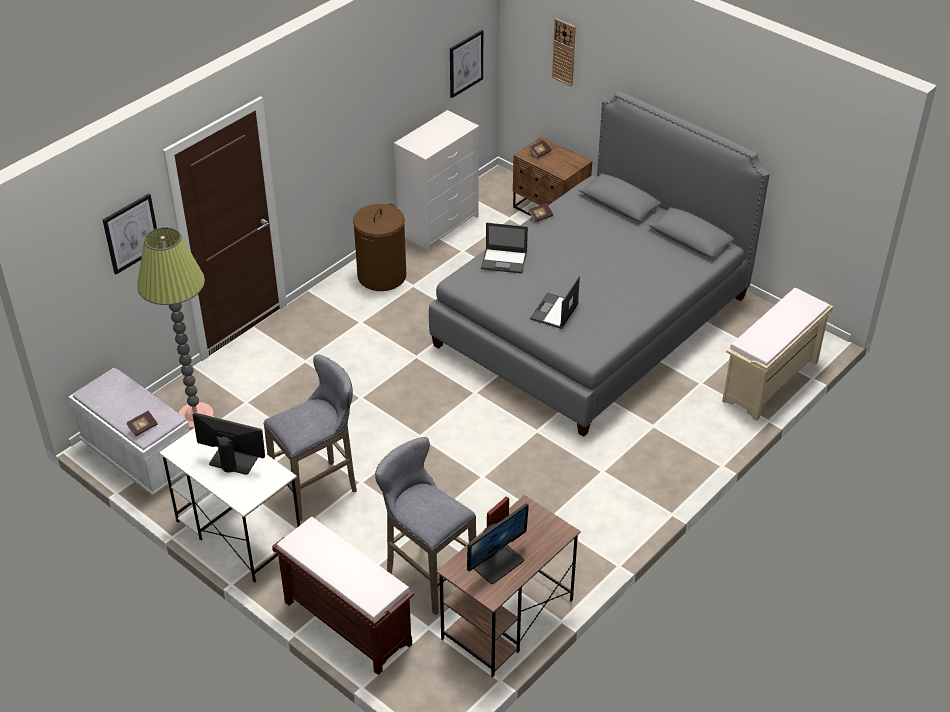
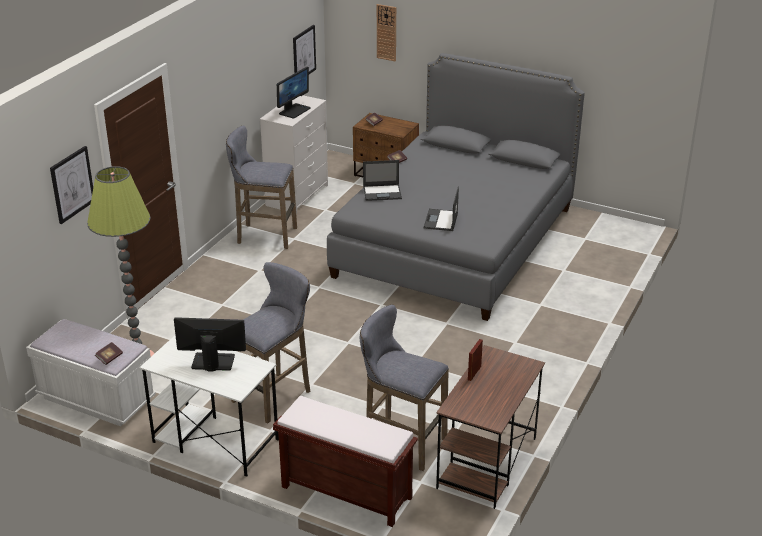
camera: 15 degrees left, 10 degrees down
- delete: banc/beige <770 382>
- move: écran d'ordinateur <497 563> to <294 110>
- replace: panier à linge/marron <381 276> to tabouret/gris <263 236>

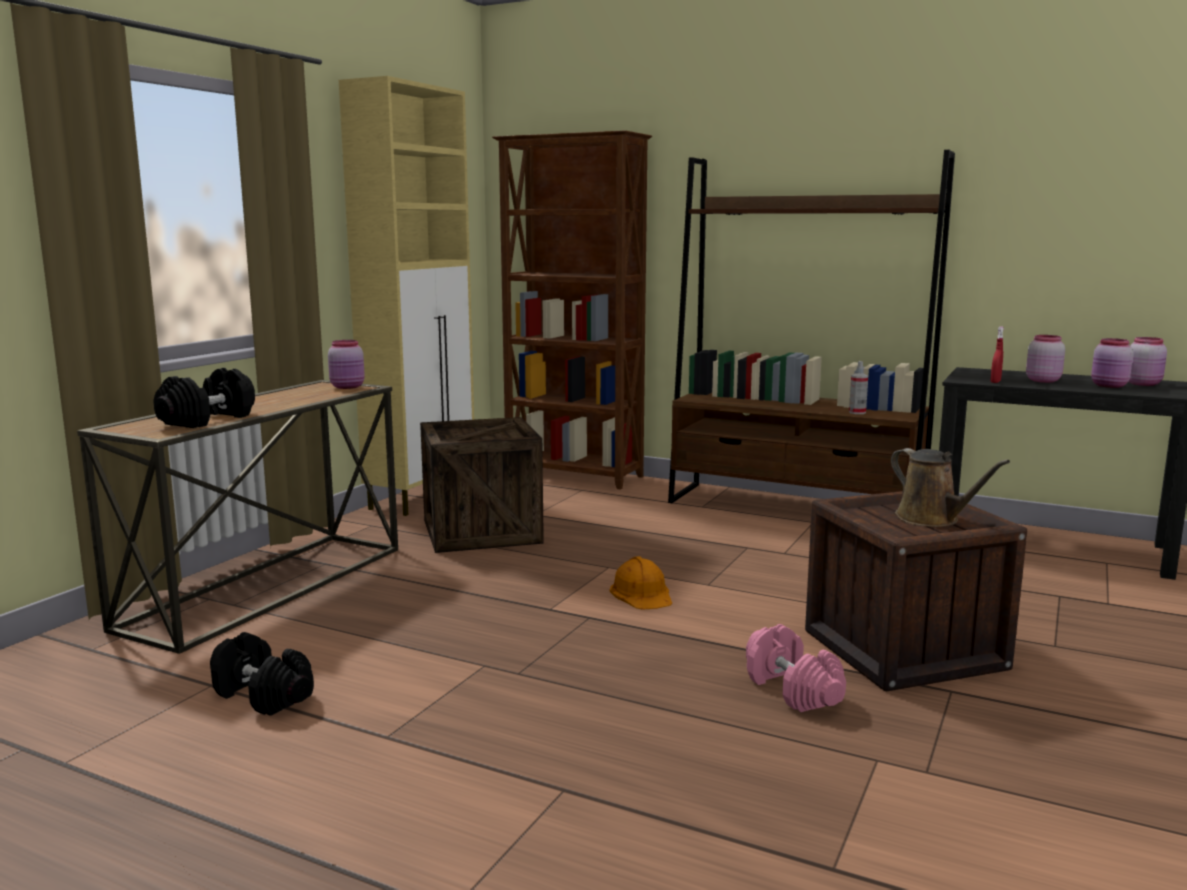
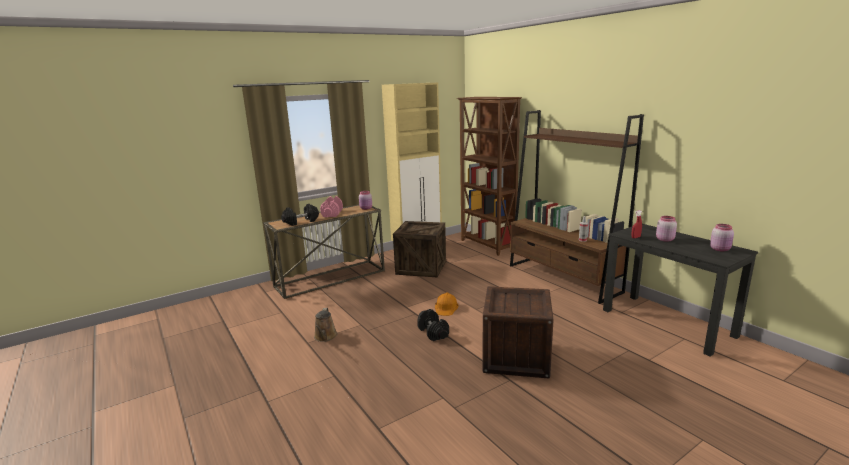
camera: 30 degrees right, 5 degrees up
- delete: bocal/rose <1109 386>
- move: haltère/noir <262 695> to <433 332>
- move: haltère/rose <791 690> to <332 213>
- move: arrosoir/marron <932 519> to <325 337>

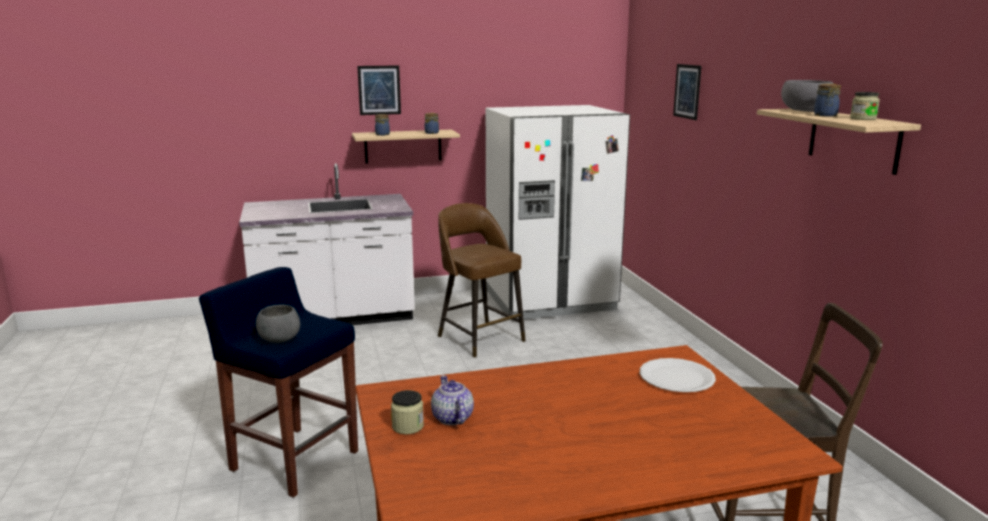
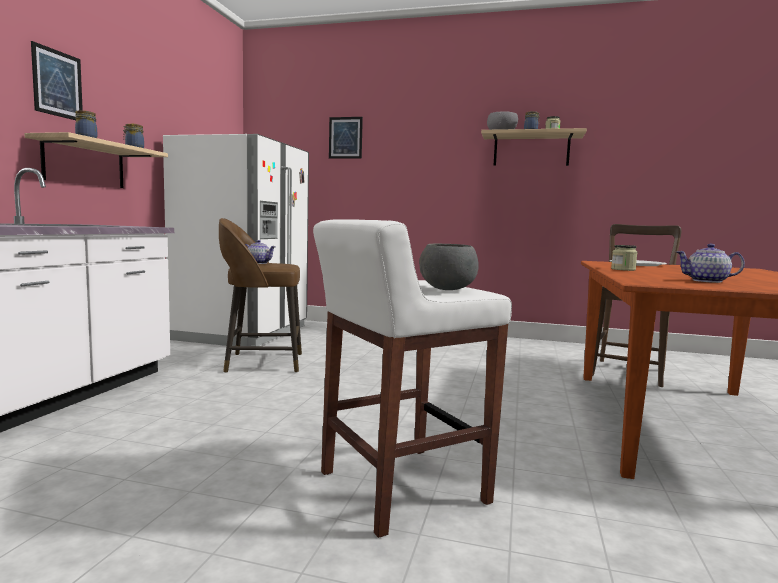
camera: 60 degrees left, 10 degrees down
- insert: théière <258 263>
- move: bocal <408 426> to <623 269>
- recolor: tabouret/bleu <293 460> to tabouret/blanc <399 488>

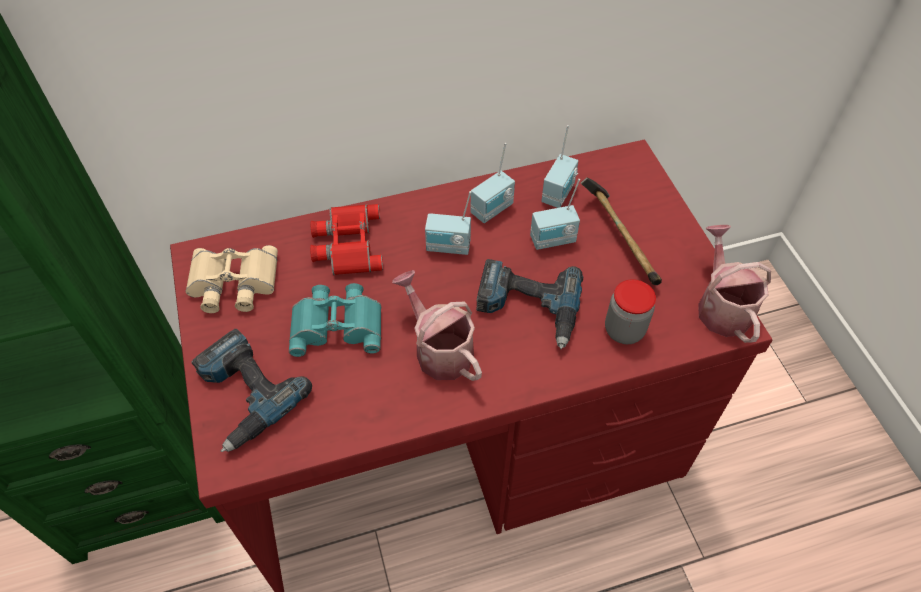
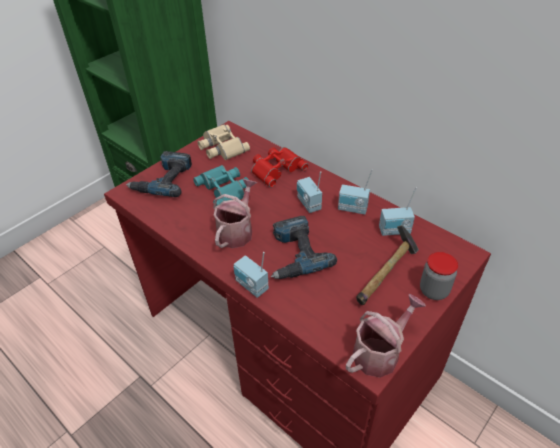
camera: 60 degrees right, 10 degrees down
- move: radio <553 241> to <251 286>
- move: bocal <624 330> to <433 291>

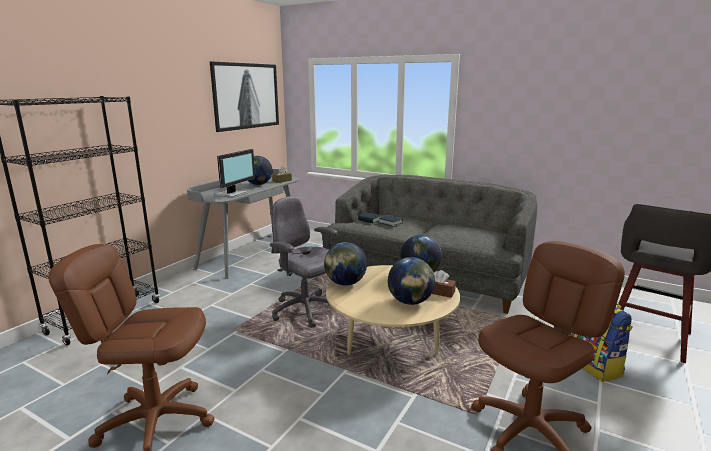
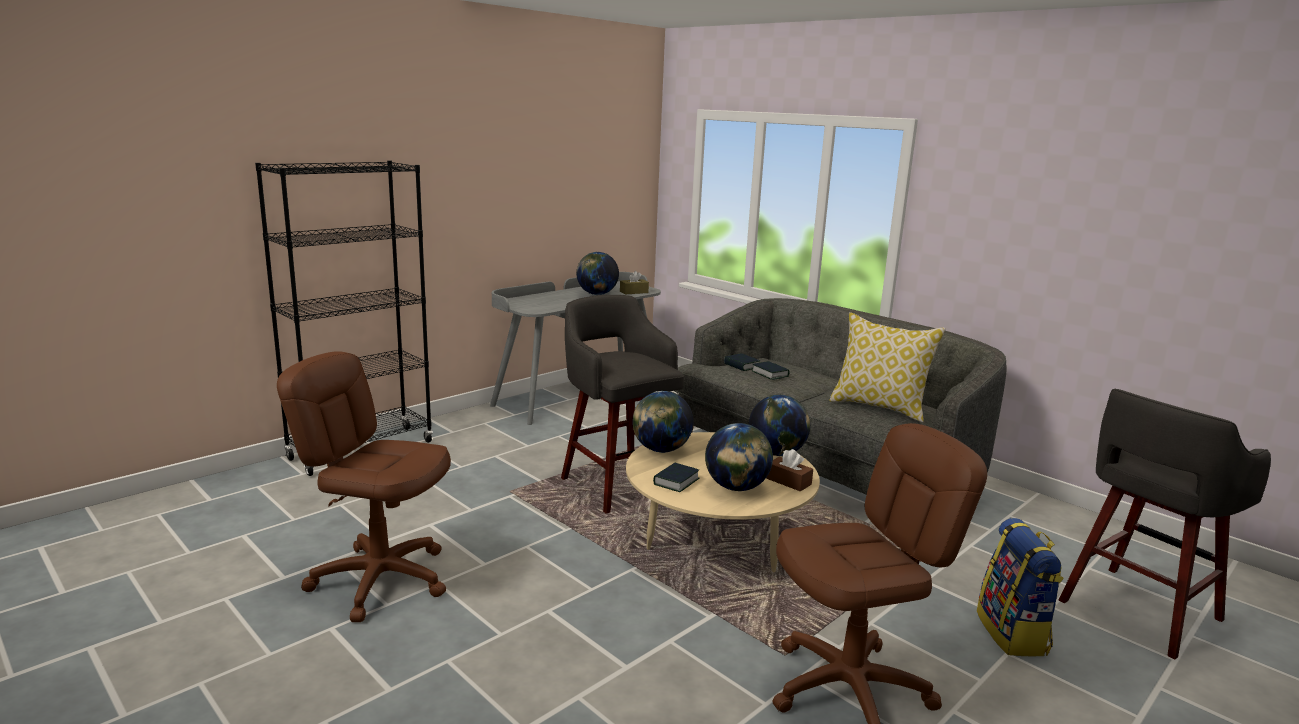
camera: 15 degrees right, 0 degrees up
- delete: tableau <246 96>
- delete: écran d'ordinateur <233 194>
- insert: livre <676 481>
- insert: coussin <879 407>
- replace: chaise de bureau/gris <306 311> to tabouret/gris <617 484>

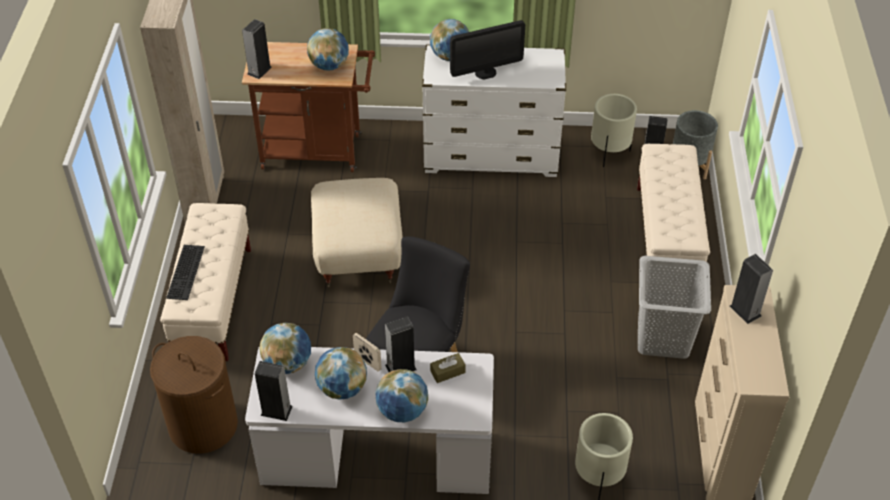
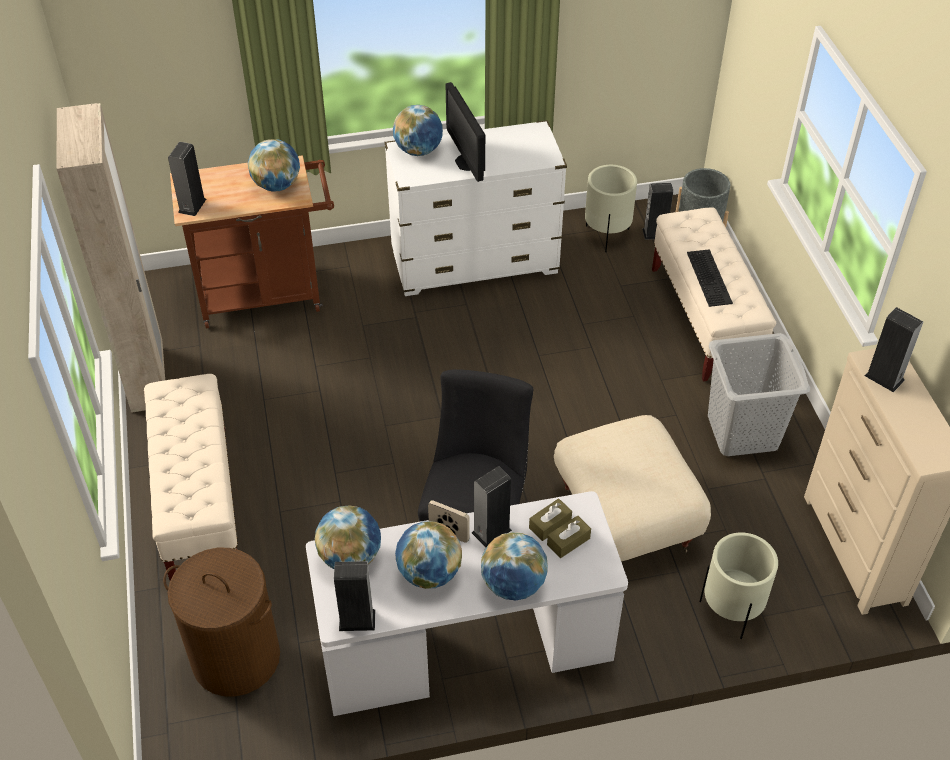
camera: 15 degrees left, 0 degrees up
- insert: boîte à mouchoirs/marron <568 541>
- move: clavier <187 272> to <711 278>
- move: pouf/beige <359 253> to <627 519>
- rotate: écran d'ordinateur <485 72> = <467 162> 105 degrees clockwise

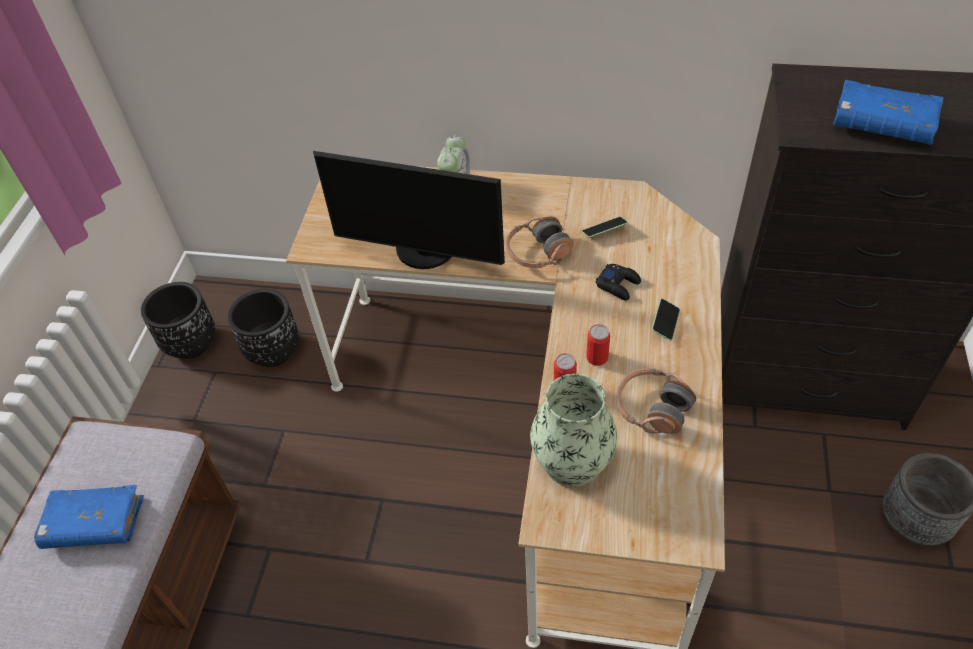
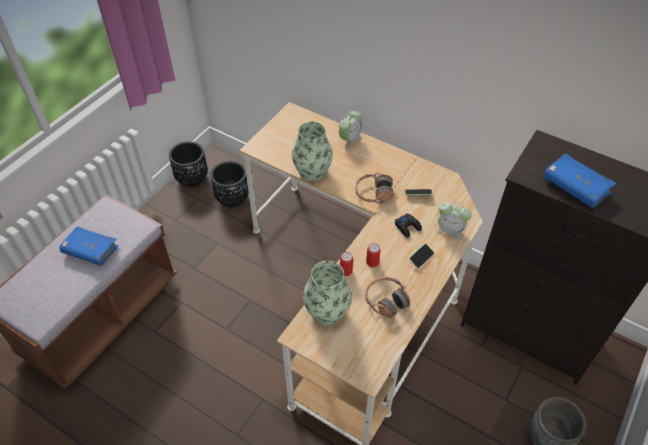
camera: 20 degrees right, 0 degrees up
- insert: réveil <450 230>
- replace: écran d'ordinateur <424 252> to vase <312 171>

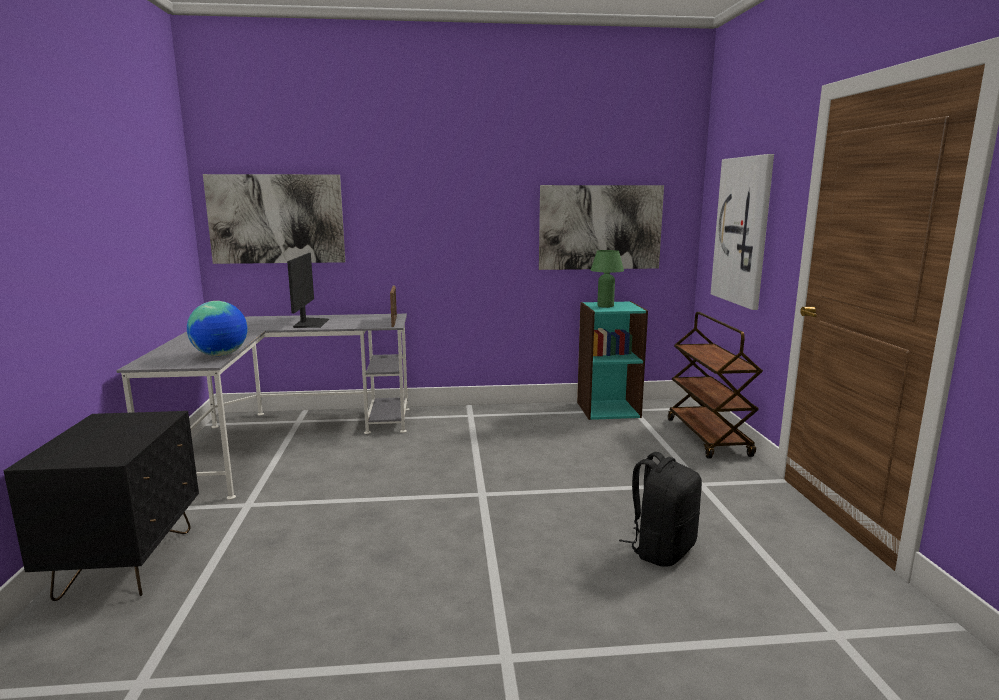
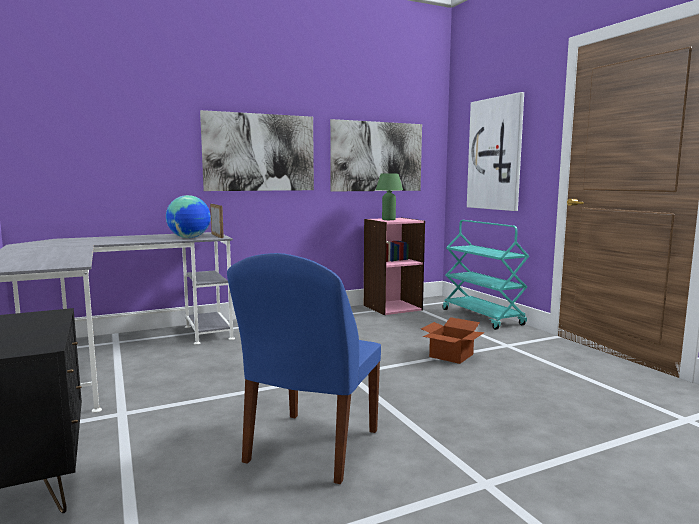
camera: 20 degrees left, 5 degrees down
- delete: écran d'ordinateur <310 323>
- delete: sac à dos/noir <661 550>
- insert: chaise/bleu <311 448>
- insert: carton <450 356>
- move: globe <221 355> to <189 238>
- move: tableau <276 219> to <259 152>
- recolor: bibliothèque/turquoise <608 409> to bibliothèque/rose <392 307>
- recolor: chariot/marron <708 437> to chariot/turquoise <482 317>

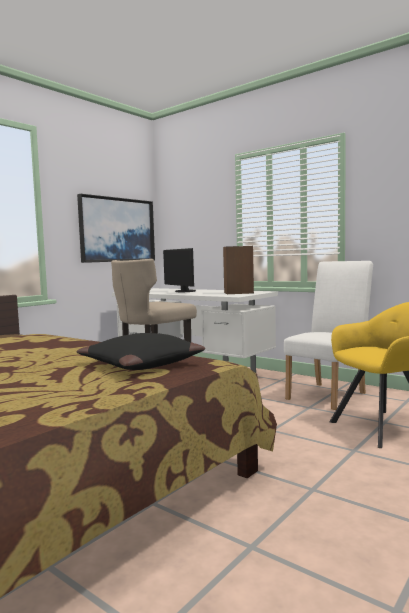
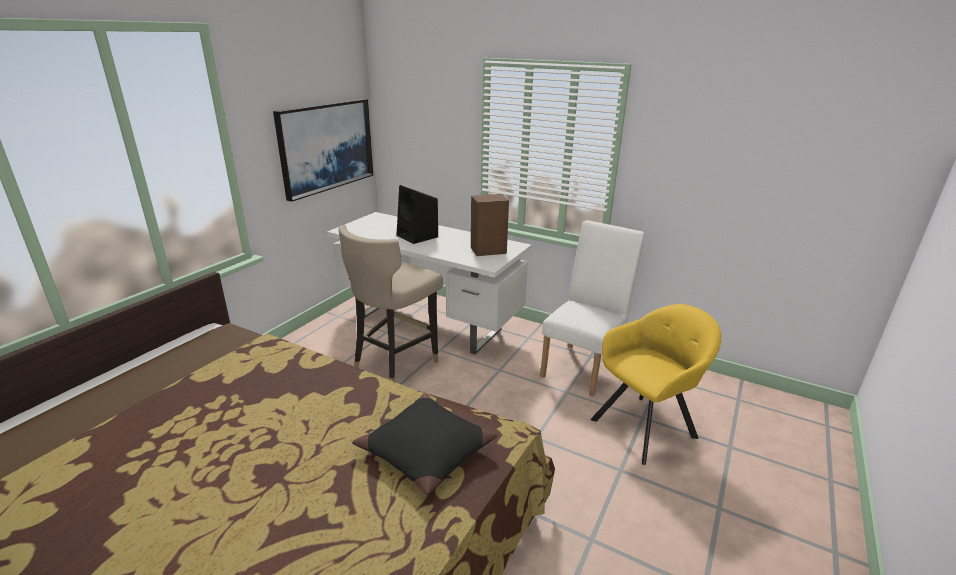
camera: 10 degrees left, 20 degrees up
- replace: écran d'ordinateur <183 291> to enceinte/noir <418 236>

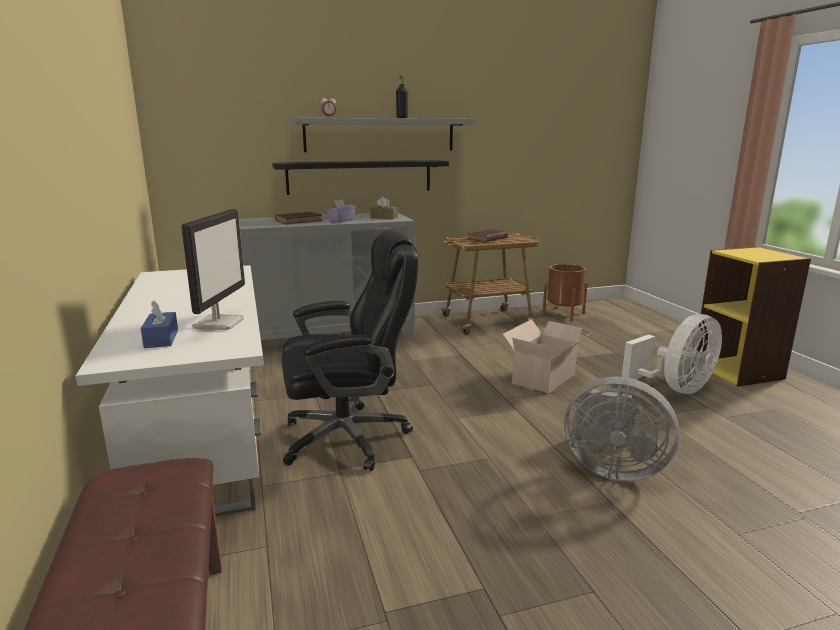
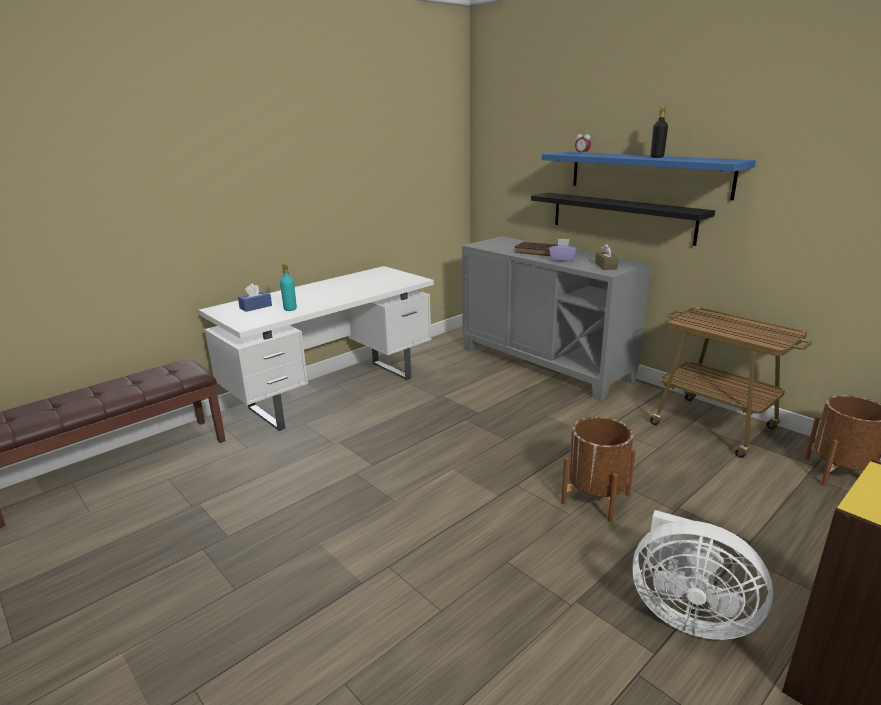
camera: 65 degrees right, 5 degrees up
- delete: chaise de bureau/noir <348 437>
- delete: livre/marron <487 238>
- delete: ventilateur/gris <611 468>
- replace: écran d'ordinateur <218 323> to bouteille/turquoise <290 309>
- replace: carton <545 377> to cache-pot/marron <595 499>
- recolor: étagère/gris <380 135> to étagère/bleu <647 173>

